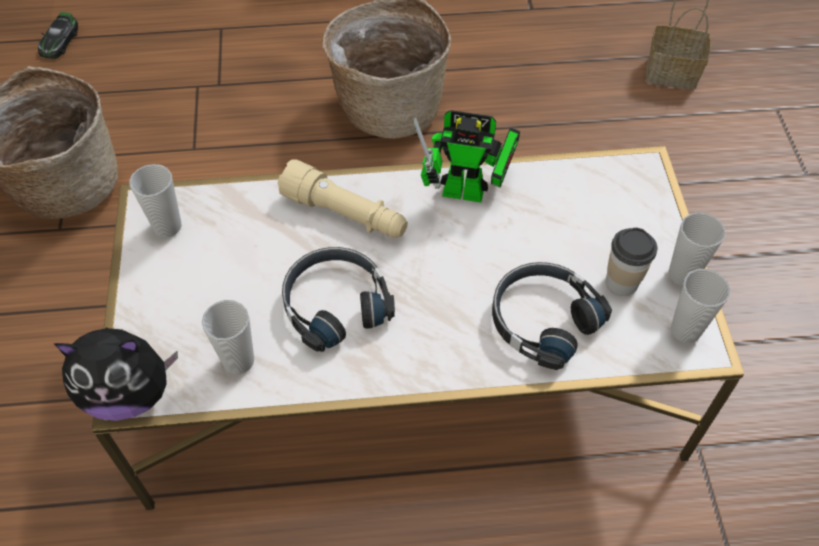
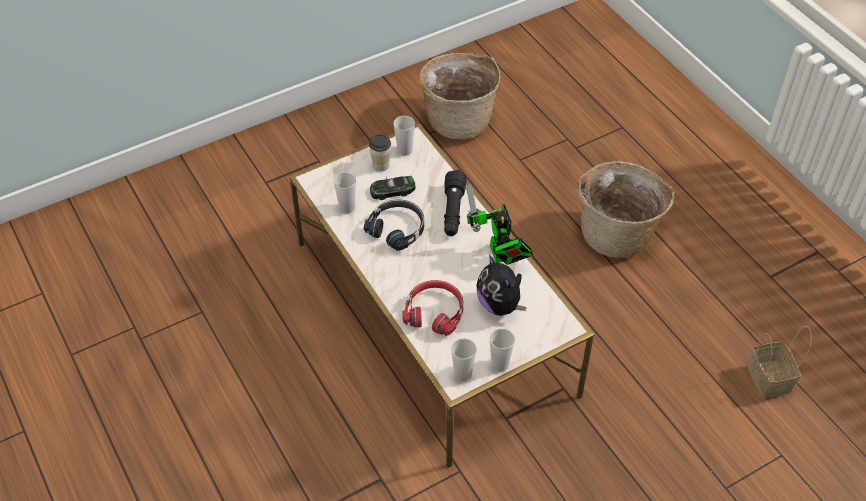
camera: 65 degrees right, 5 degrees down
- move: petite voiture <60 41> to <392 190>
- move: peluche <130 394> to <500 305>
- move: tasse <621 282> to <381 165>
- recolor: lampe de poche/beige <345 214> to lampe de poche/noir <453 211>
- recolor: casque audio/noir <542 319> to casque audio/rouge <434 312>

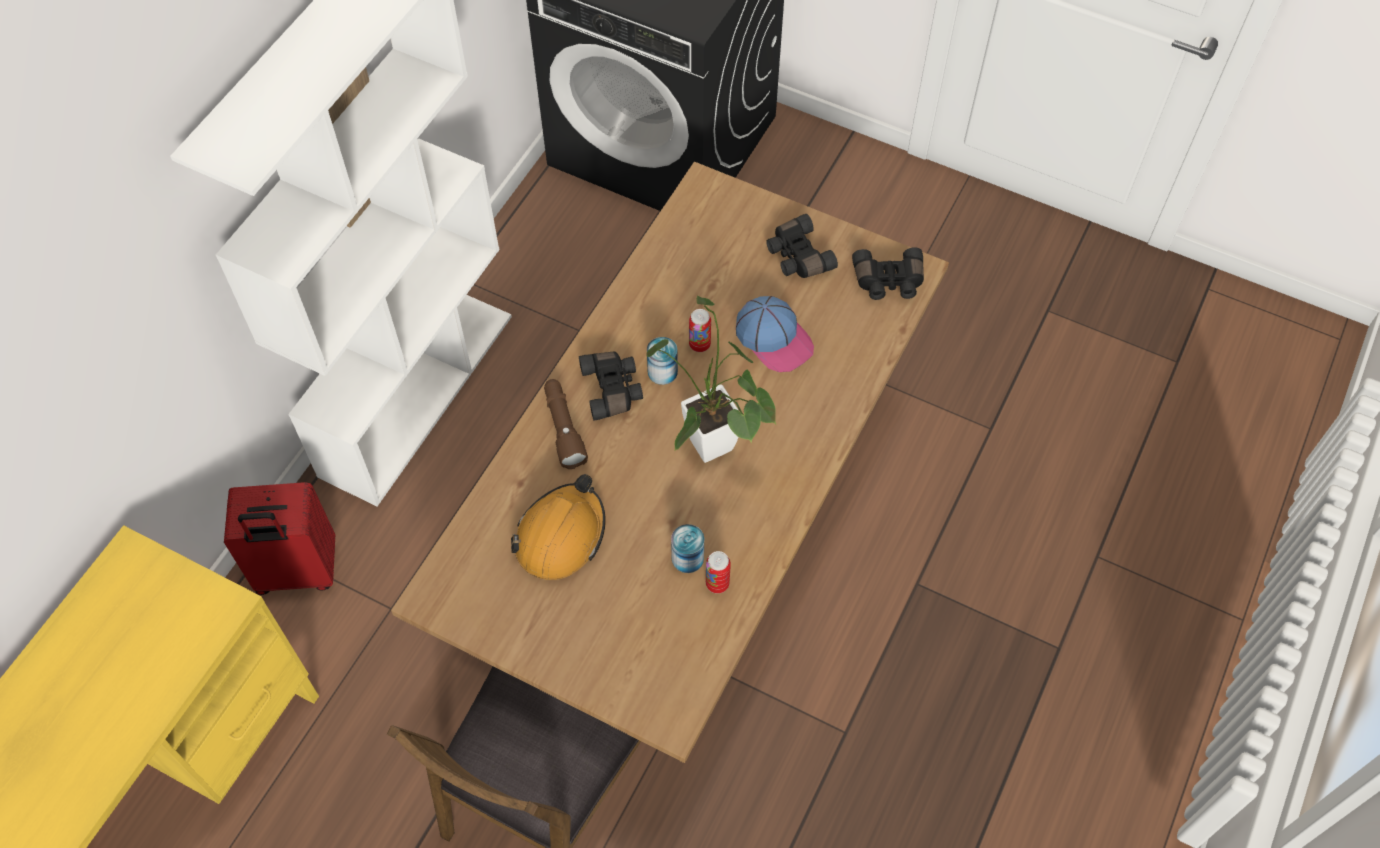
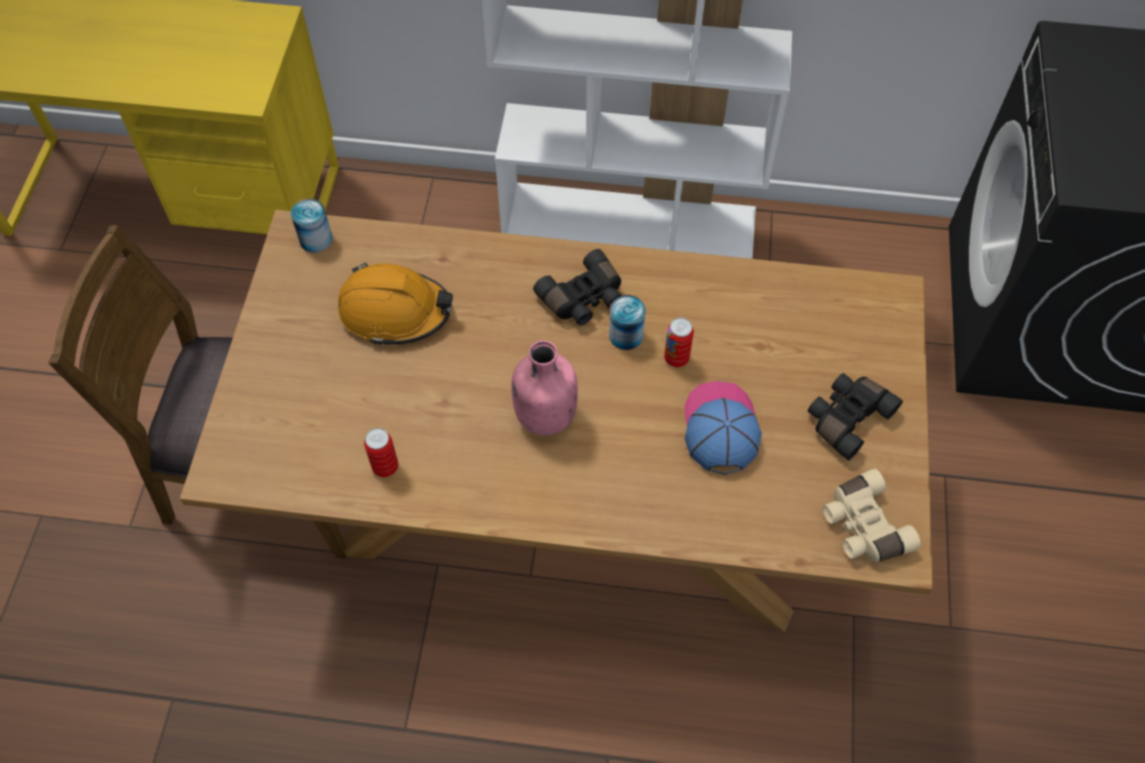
camera: 70 degrees right, 0 degrees up
- delete: valise/rouge <297 572>
- delete: lampe de poche/marron <563 428>
- move: boîte métallique <687 558> to <316 239>
- replace: plante en pot <715 453> to bouteille/rose <544 416>
- recolor: jumelles/noir <888 282> to jumelles/beige <862 526>
- rotate: casquette <774 338> = <719 428> 150 degrees clockwise

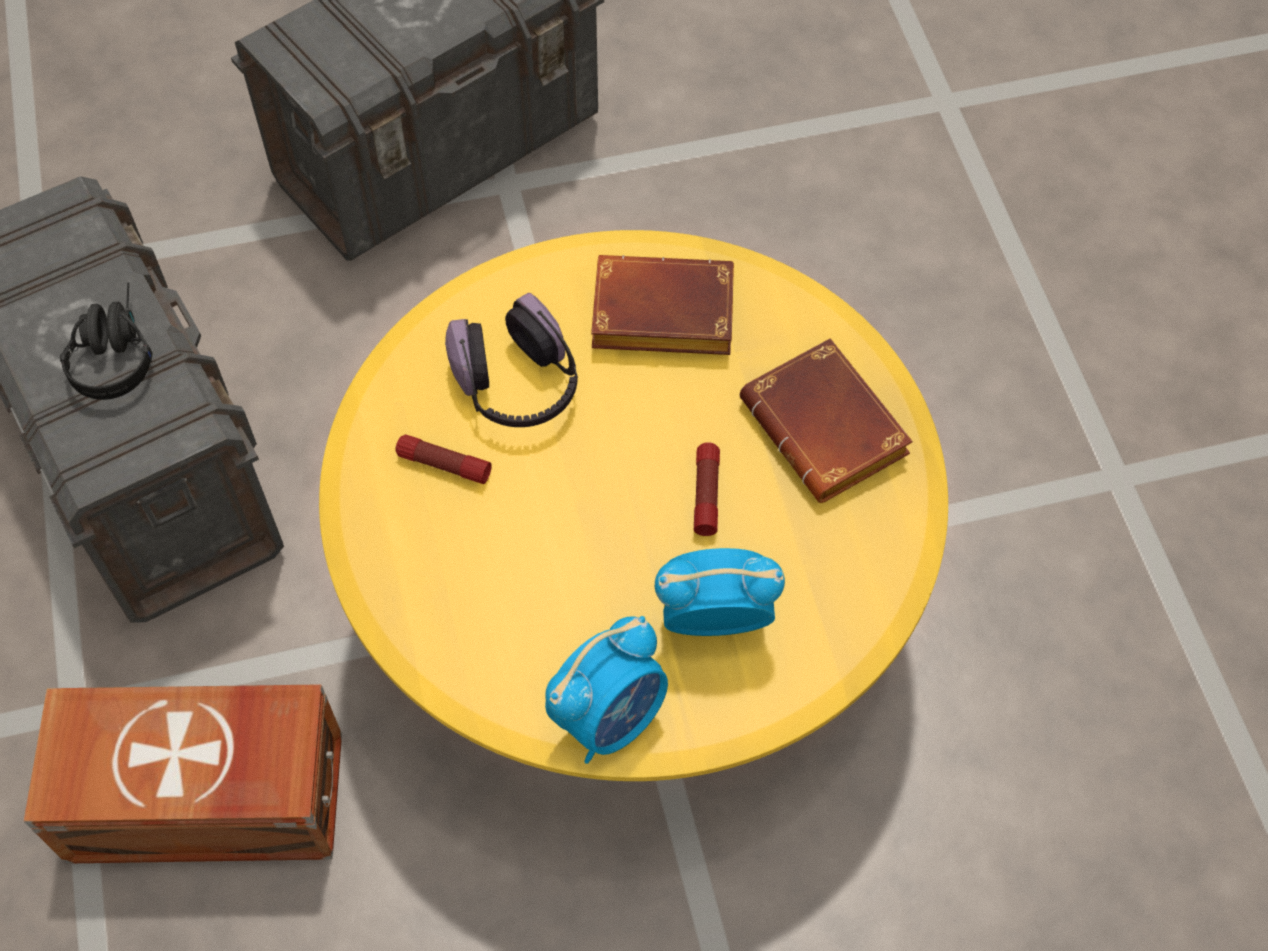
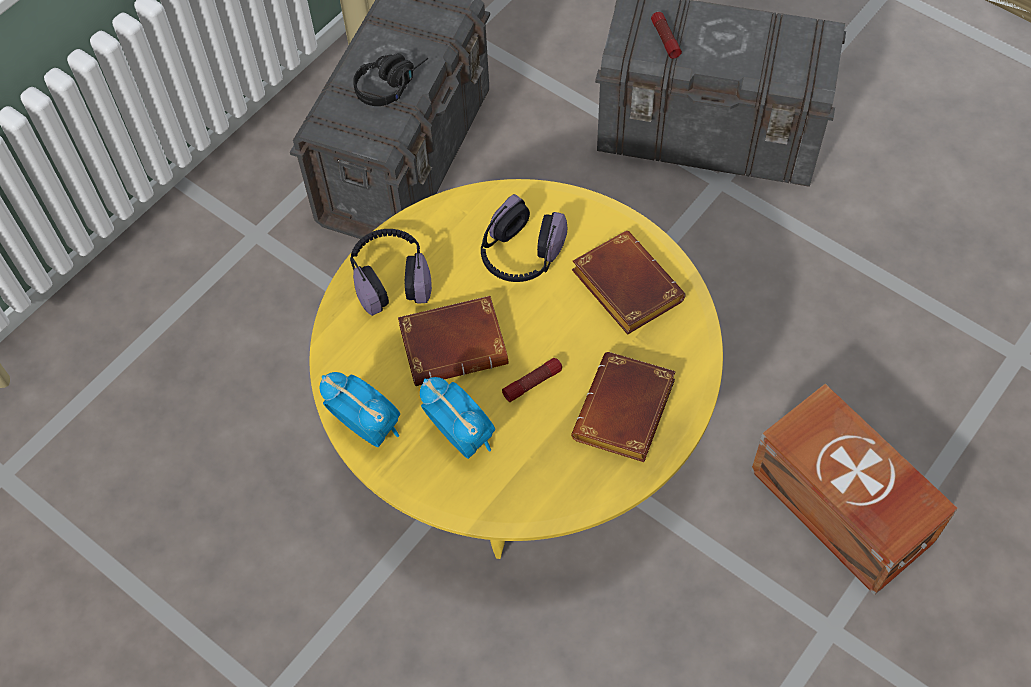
camera: 55 degrees right, 0 degrees up
- insert: casque audio <391 278>
- insert: livre/marron <456 343>
- move: boîte de rangement/marron <210 801> to <841 509>
- move: lampe de poche <444 465> to <665 39>
- rotate: réveil <610 717> = <367 427> 150 degrees counterclockwise

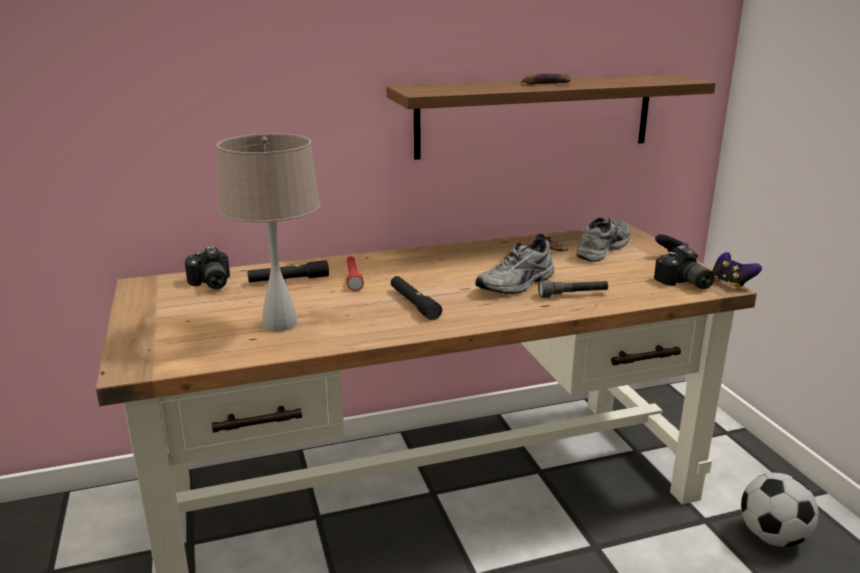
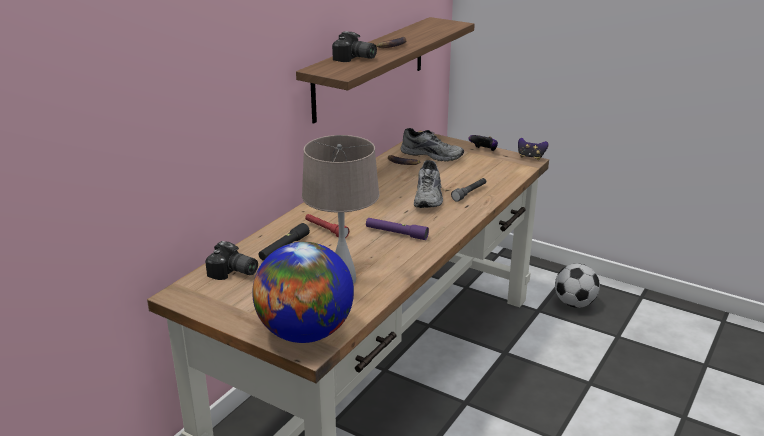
camera: 40 degrees left, 5 degrees up
- insert: globe <305 333>
- move: appareil photo <683 283> to <354 59>
- recolor: lampe de poche/noir <414 304> to lampe de poche/violet <396 233>
- rotate: chaussure/gris <601 248> = <432 154> 120 degrees clockwise

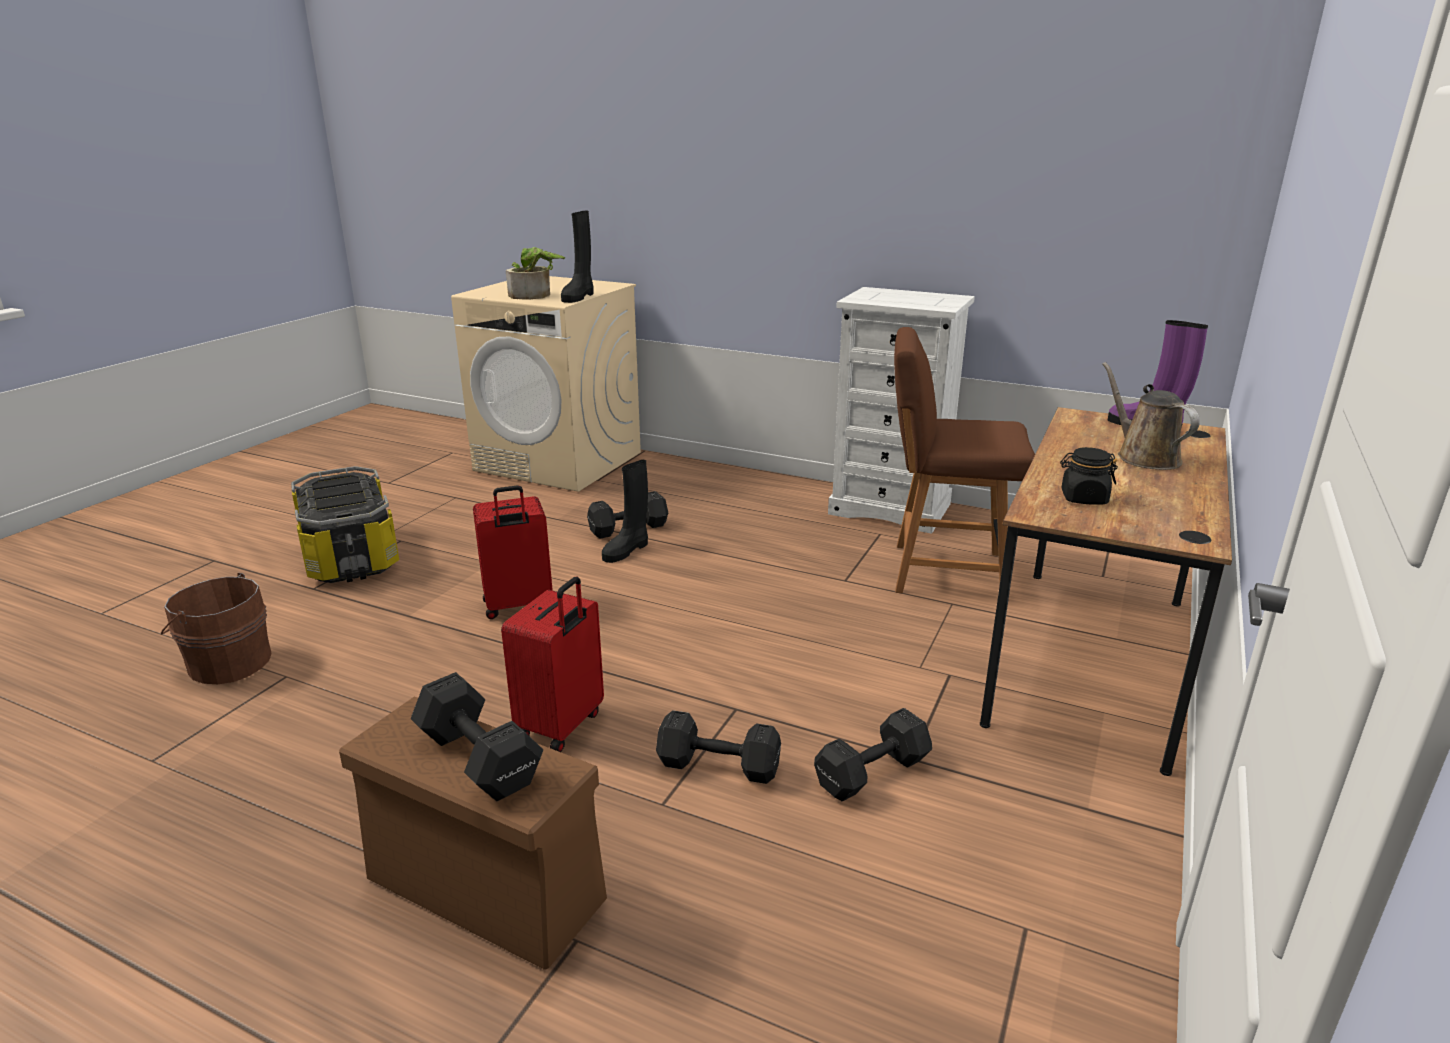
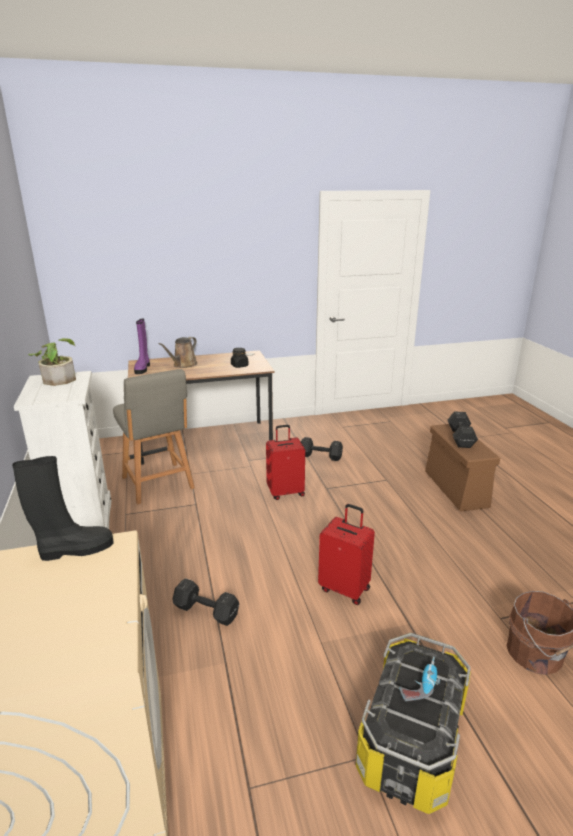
camera: 130 degrees left, 0 degrees up
- delete: botte/noir <627 550>
- delete: haltère/noir <716 765>
- insert: perceuse <420 684>
- move: valise/rouge <562 726> to <285 492>
- move: plante en pot <535 295> to <58 378>
- recolor: chaise/marron <943 571> to chaise/gris <158 484>

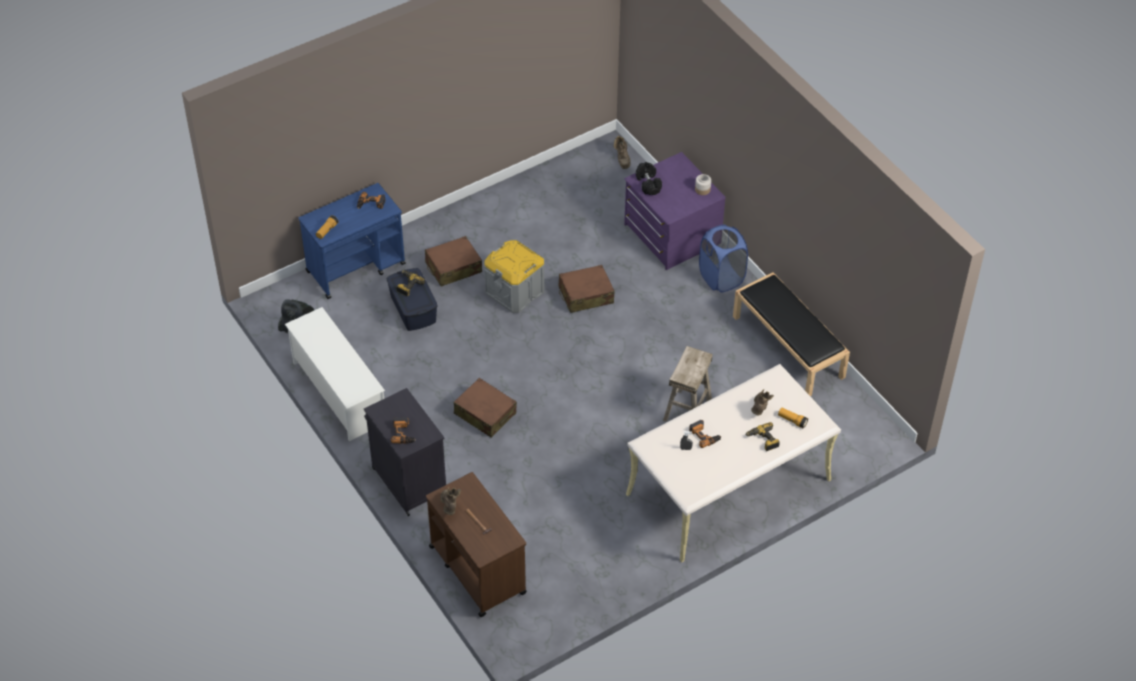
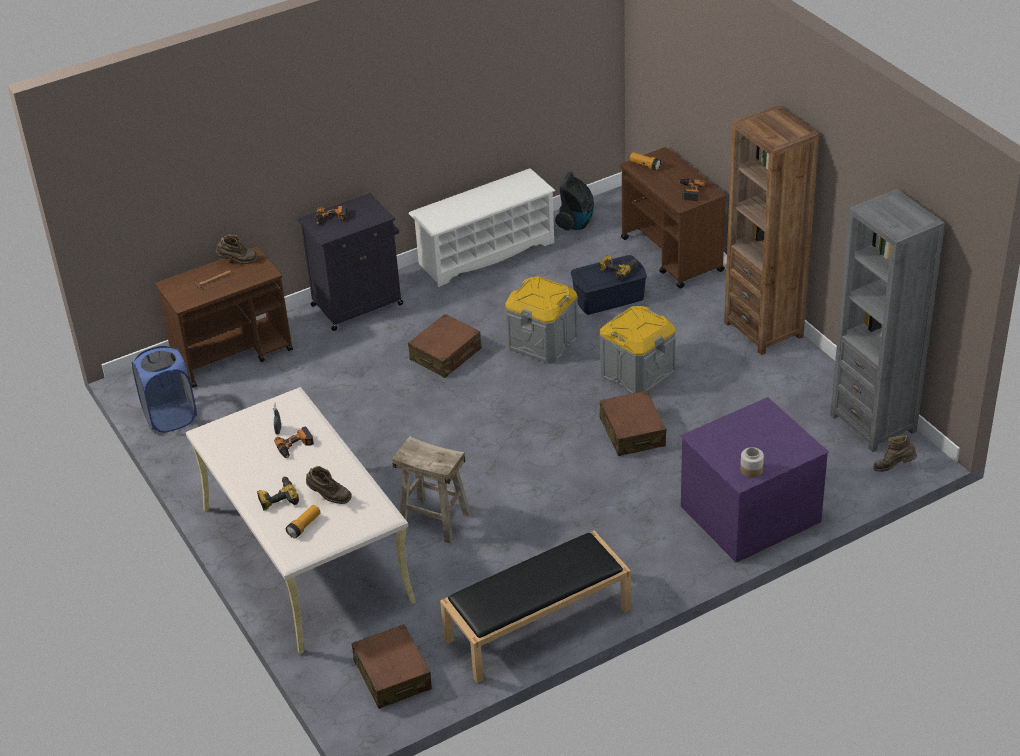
camera: 95 degrees right, 10 degrees down
- delete: haltère/noir <648 184>
- insert: boîte de rangement/gris <543 342>
- insert: bibliothèque/marron <763 329>
- insert: bibliothèque/gris <873 423>
- move: valise/marron <453 267> to <392 675>
- move: panier à linge/bleu <721 278> to <170 417>
- recolor: chariot/bleu <356 267> to chariot/marron <672 255>

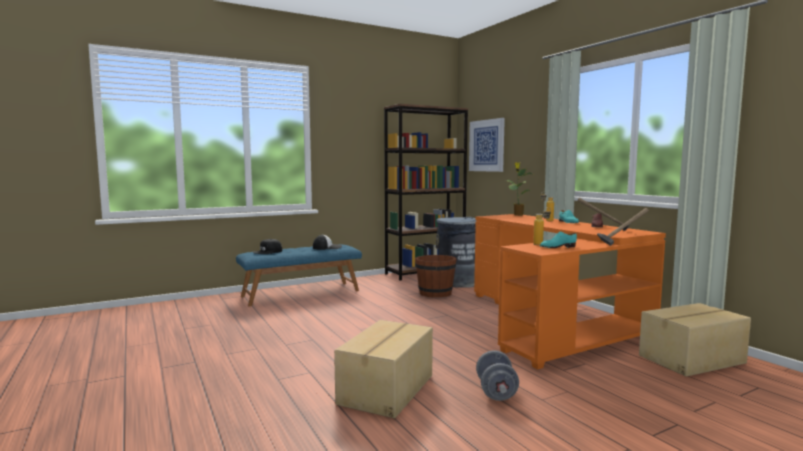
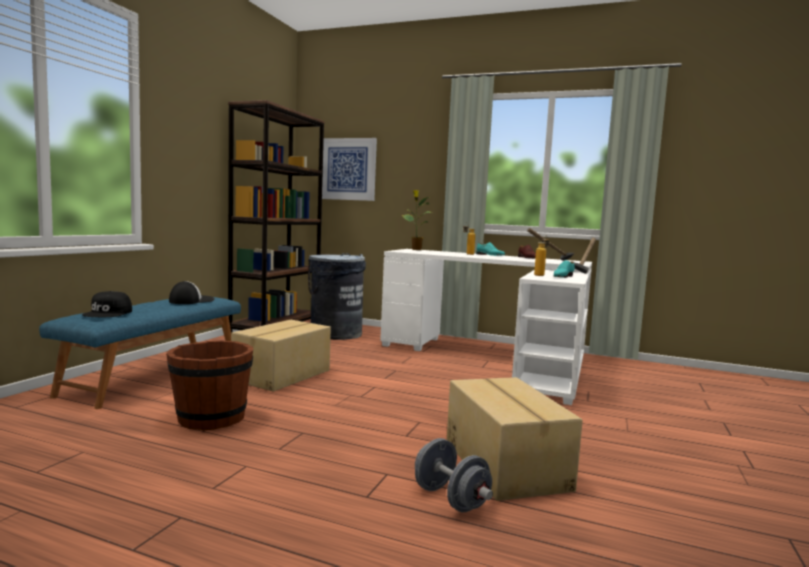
camera: 40 degrees left, 0 degrees up
- move: seau/marron <435 293> to <211 418>
- move: haltère/gris <496 392> to <450 499>
- move: carton <693 359> to <283 375>
- recolor: bureau/orange <554 321> to bureau/blanc <496 359>

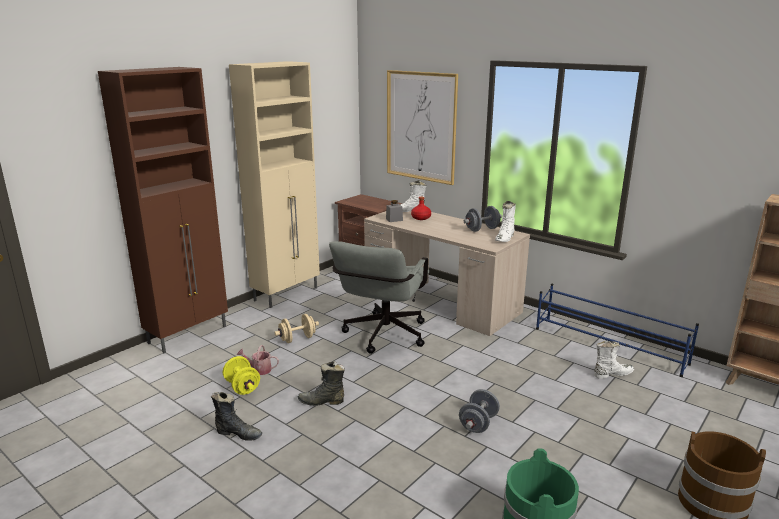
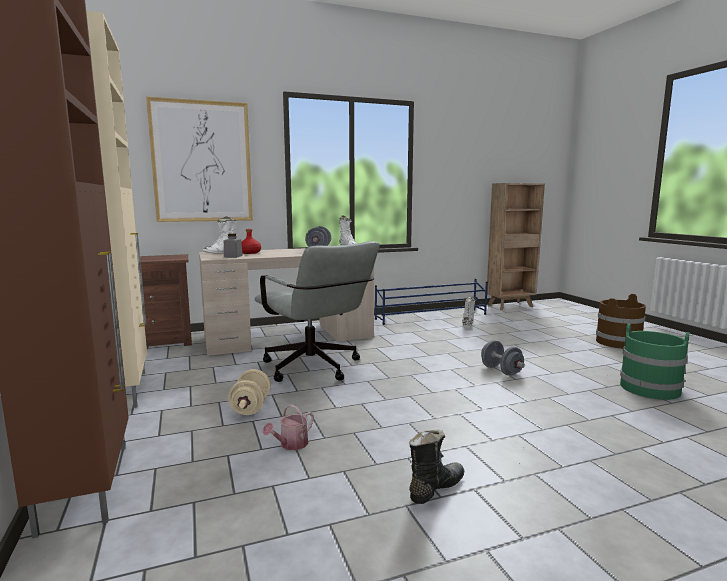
camera: 60 degrees left, 10 degrees down
- delete: haltère/jaune <242 387>
- delete: botte/noir <322 401>

